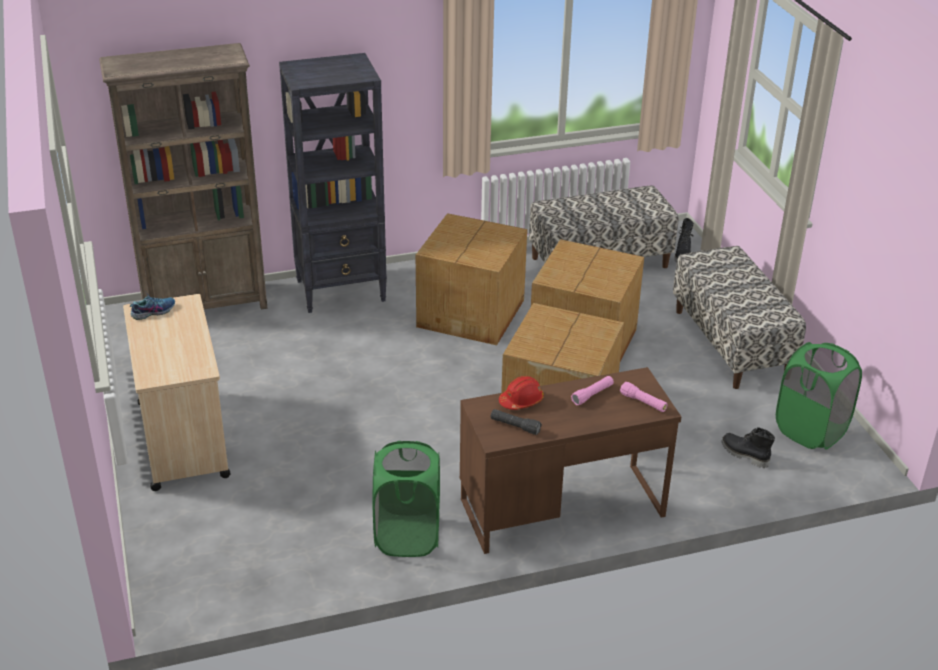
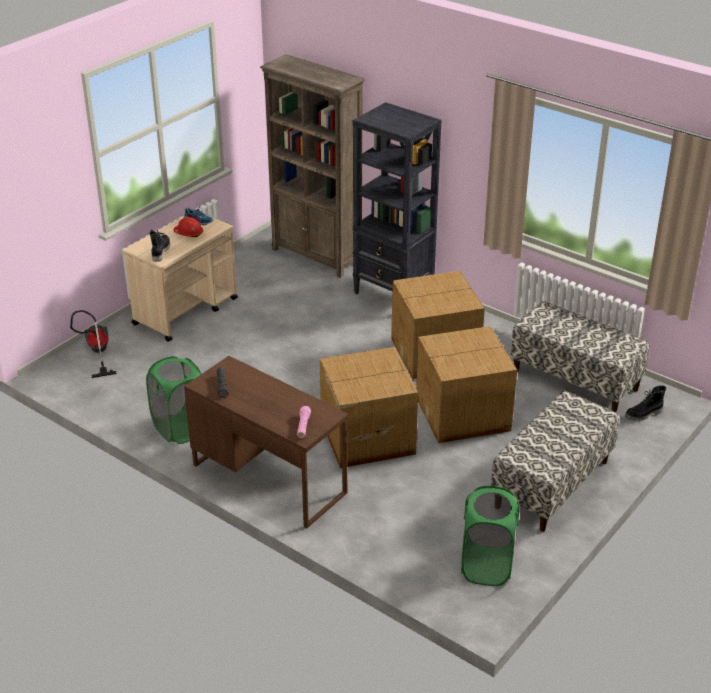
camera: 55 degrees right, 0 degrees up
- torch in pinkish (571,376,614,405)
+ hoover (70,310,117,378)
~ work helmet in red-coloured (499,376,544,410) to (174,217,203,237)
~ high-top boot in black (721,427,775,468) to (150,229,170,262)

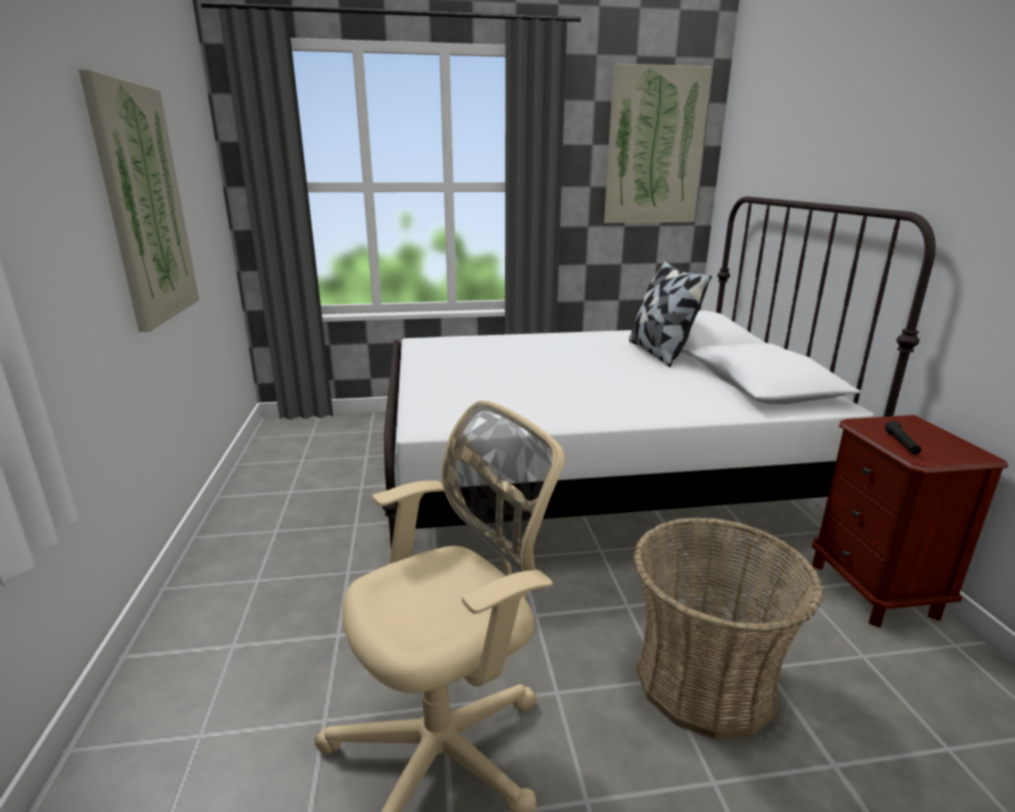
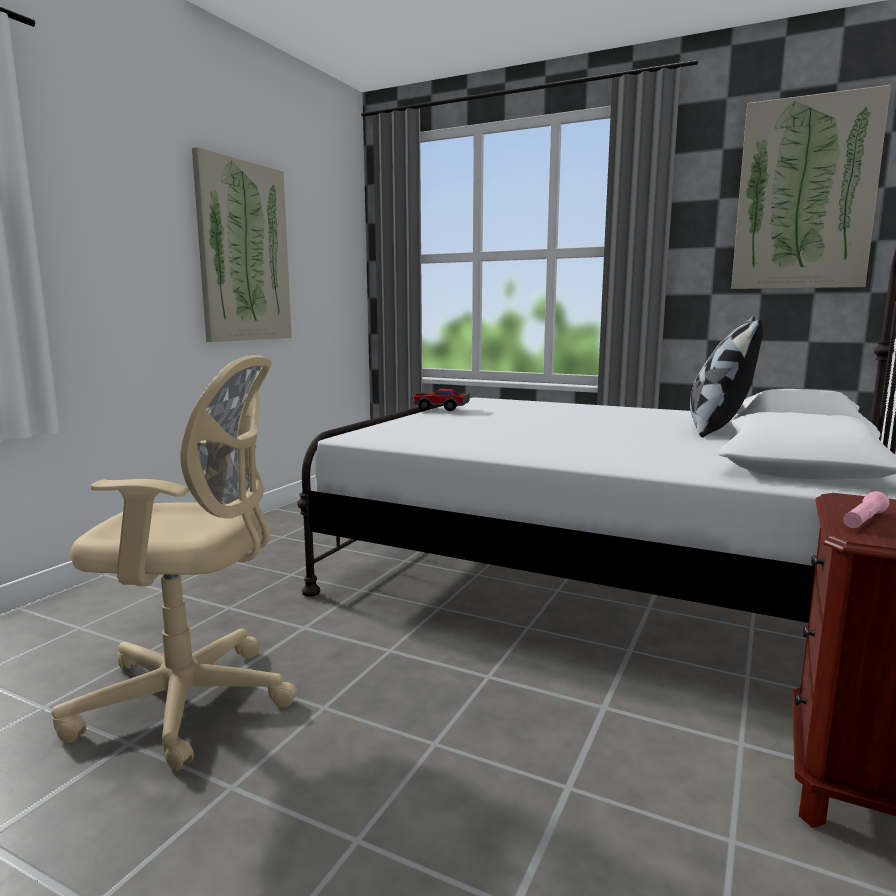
camera: 35 degrees right, 10 degrees down
- household basket (633,517,823,739)
+ model car (412,388,470,411)
~ torch in black (885,421,921,455) to torch in pinkish (843,491,890,528)

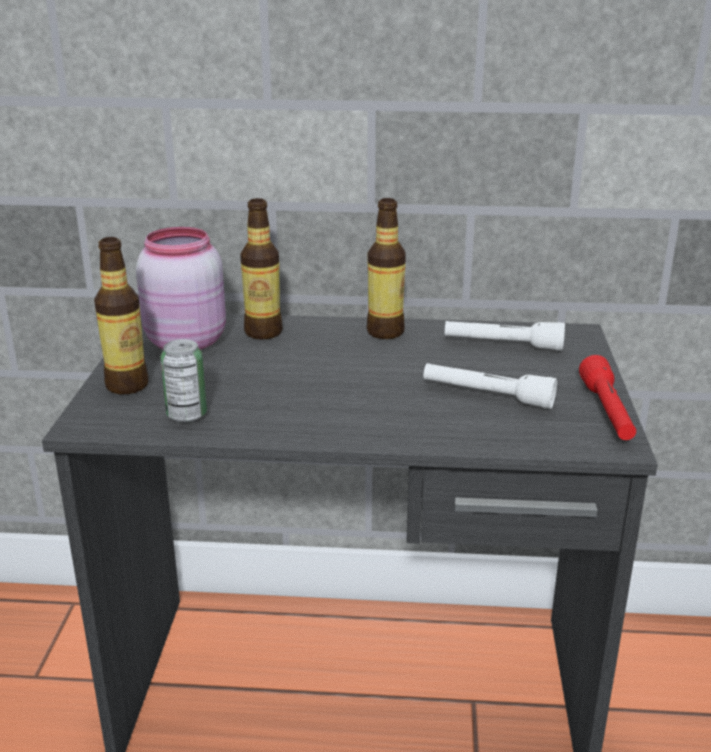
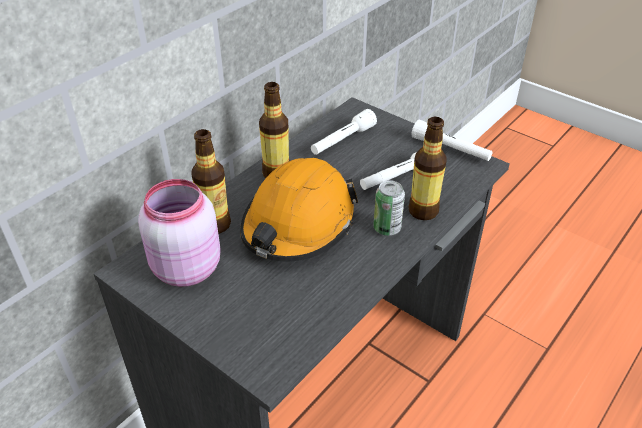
camera: 55 degrees left, 15 degrees up
+ work helmet in orangey (240,158,358,261)
~ beverage bottle (94,237,149,394) to (408,117,447,220)
~ sealed can (160,339,207,423) to (373,180,405,236)
~ torch in red-coloured (579,355,636,440) to torch in white (411,120,492,161)

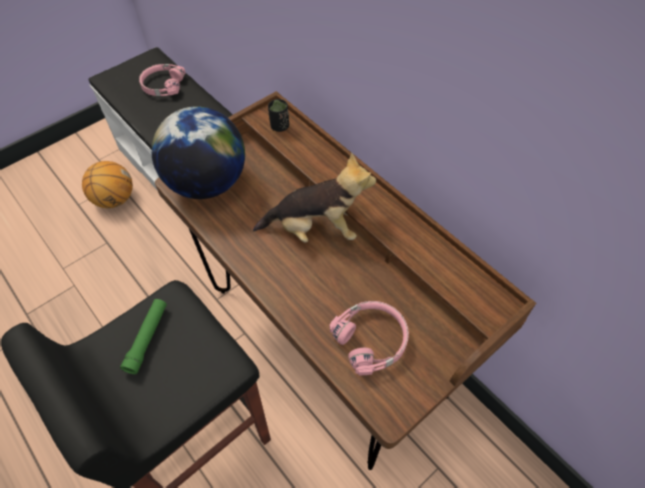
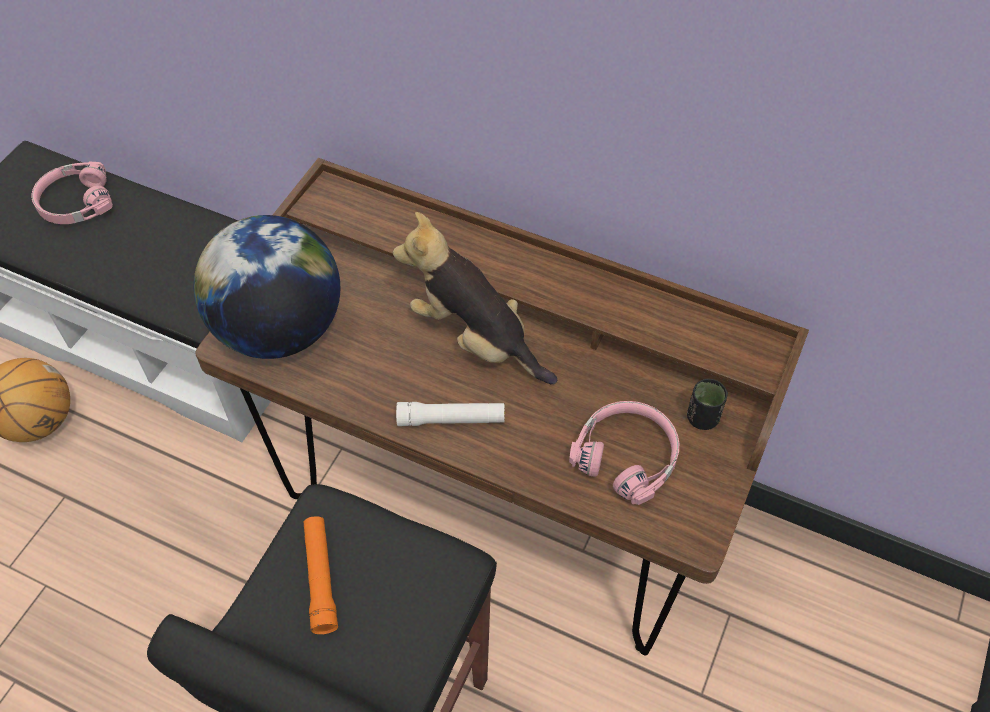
camera: 25 degrees left, 0 degrees up
+ torch in white (396,402,505,426)
~ small cup in black (268,99,289,132) to (687,379,728,430)
~ torch in green-coloured (120,299,167,374) to torch in orangey (304,516,338,635)
~ soft toy (253,153,376,242) = (393,212,557,384) 120 degrees counterclockwise

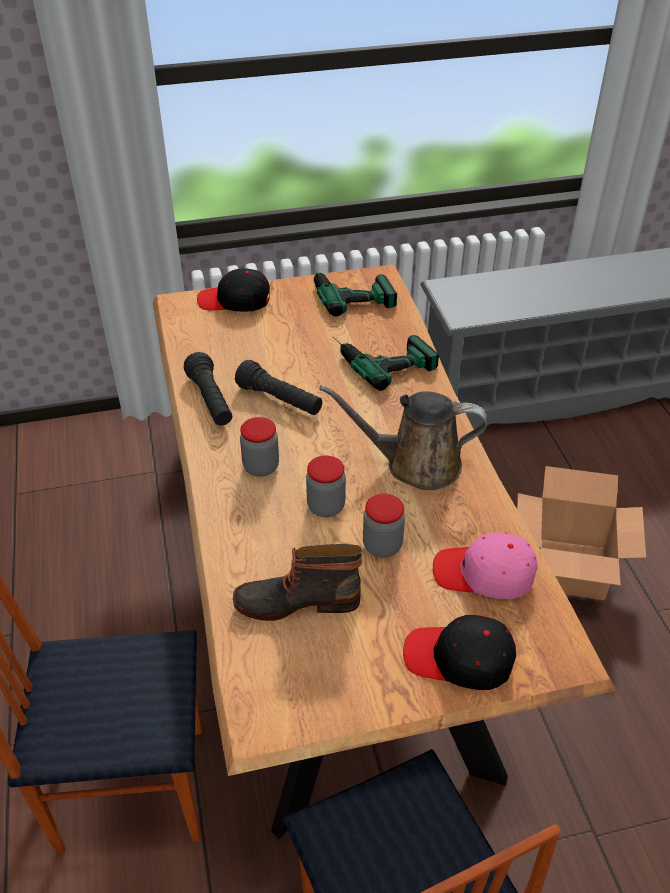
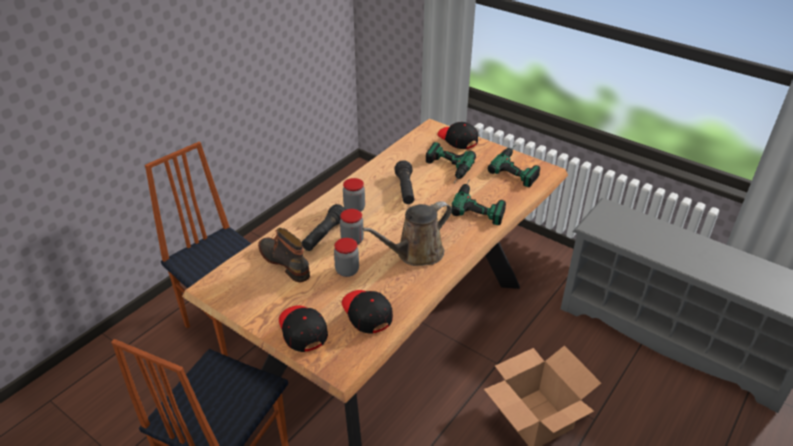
camera: 50 degrees right, 5 degrees down
+ power drill (426,142,476,183)
~ torch in black (184,352,232,426) to (302,204,346,251)
~ cap in pinkish (433,532,538,599) to cap in black (342,290,393,334)
~ sprinkling can in brown-coloured (319,385,487,490) = (362,201,452,266) 90 degrees counterclockwise

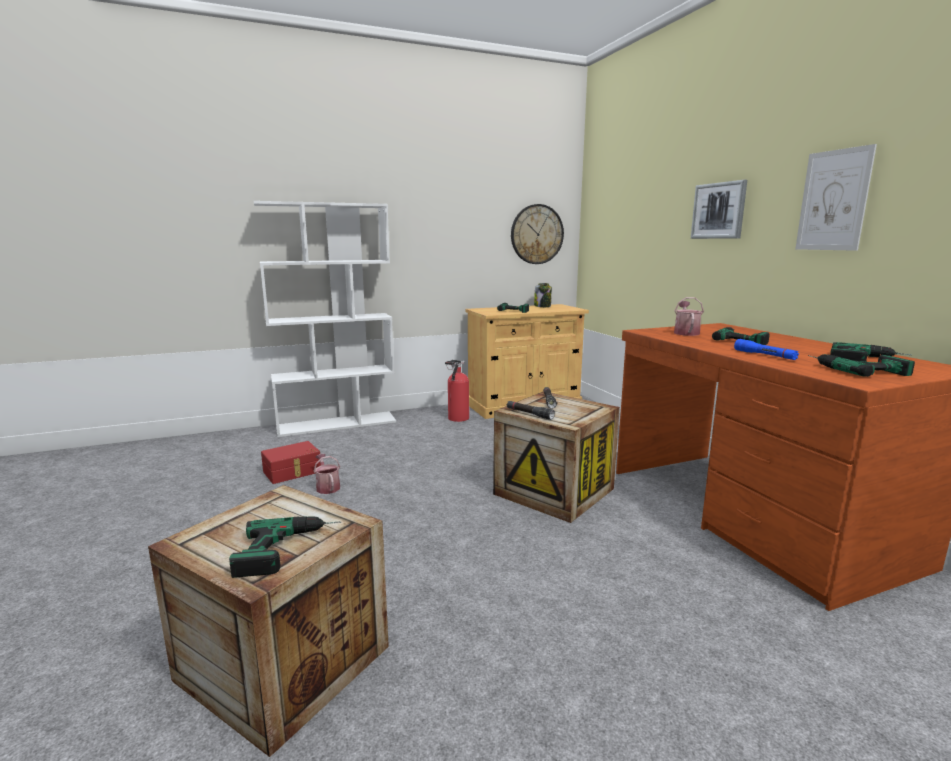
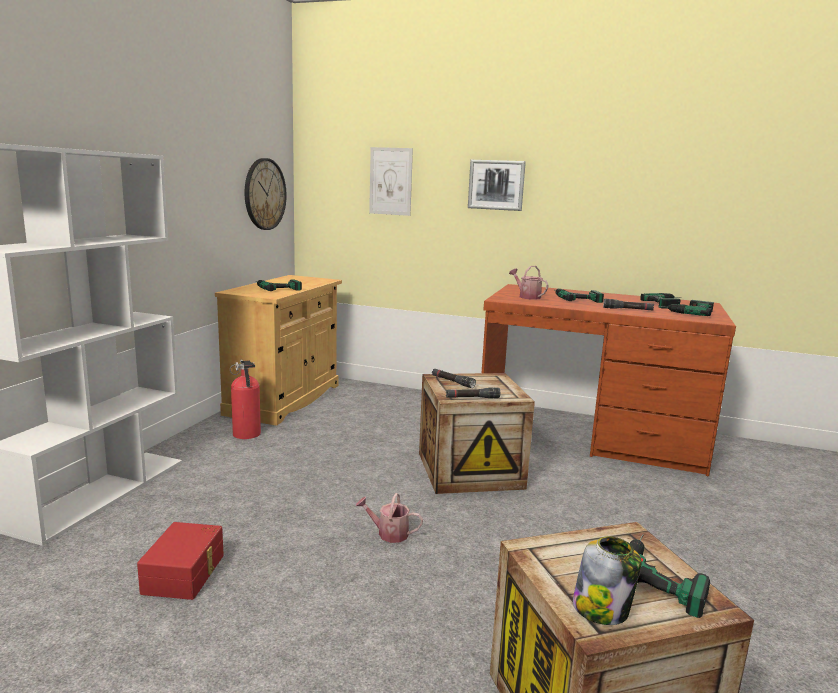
camera: 50 degrees left, 0 degrees up
~ sprinkling can (313,454,340,494) to (356,493,423,543)
~ storage jar (534,283,552,307) to (573,536,641,625)
~ wall picture (795,144,877,251) to (369,147,413,216)
~ torch in blue (734,339,799,360) to torch in black (603,299,654,311)

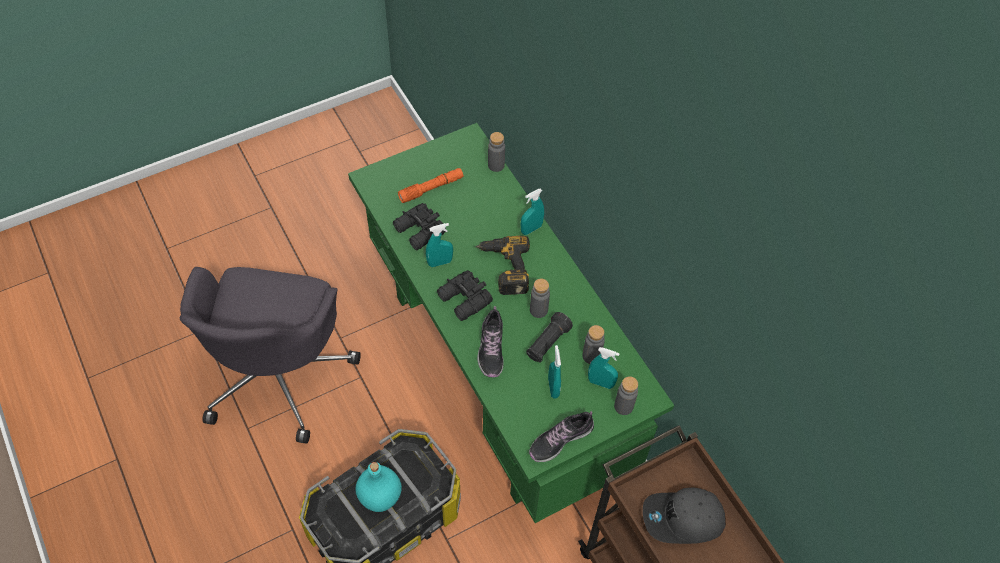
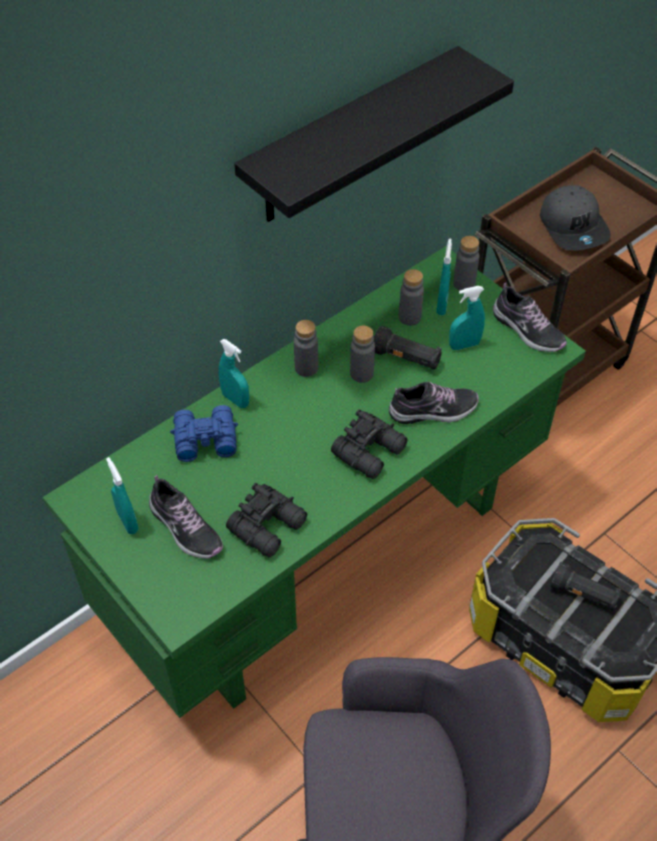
camera: 100 degrees left, 5 degrees down
- power drill (476,235,530,295)
+ field glasses in blue (170,405,238,462)
+ shelf in black (234,46,514,222)
~ spray bottle in blue-green (426,223,453,267) to (106,457,139,534)
~ beverage bottle in greyish (488,132,505,172) to (294,320,318,377)
~ beverage bottle in blue-green (356,462,402,512) to torch in black (550,562,621,611)
~ torch in orangey (398,168,463,203) to shoe (149,475,223,559)

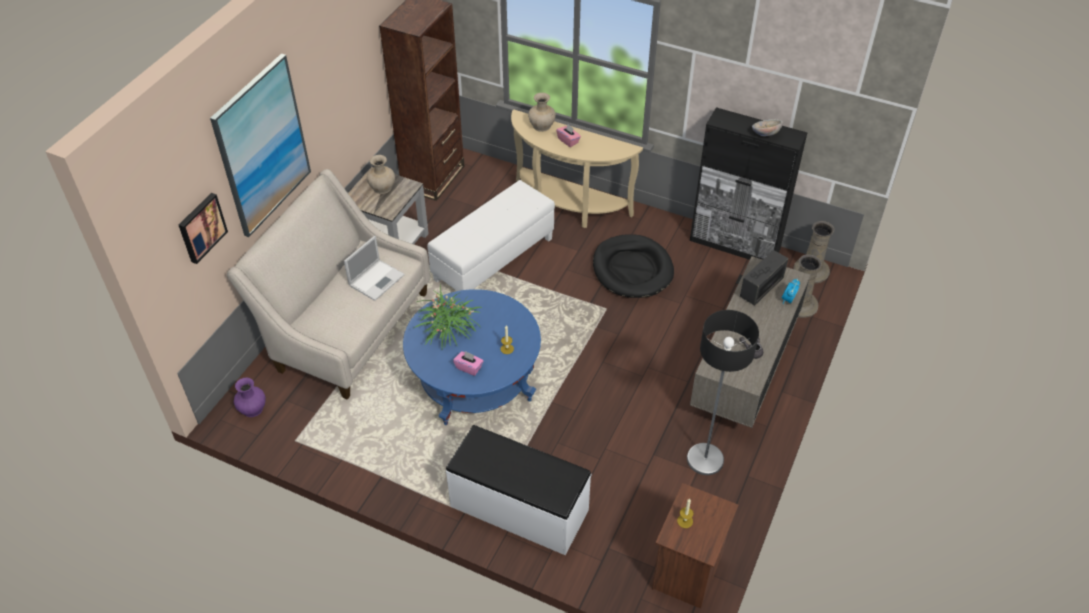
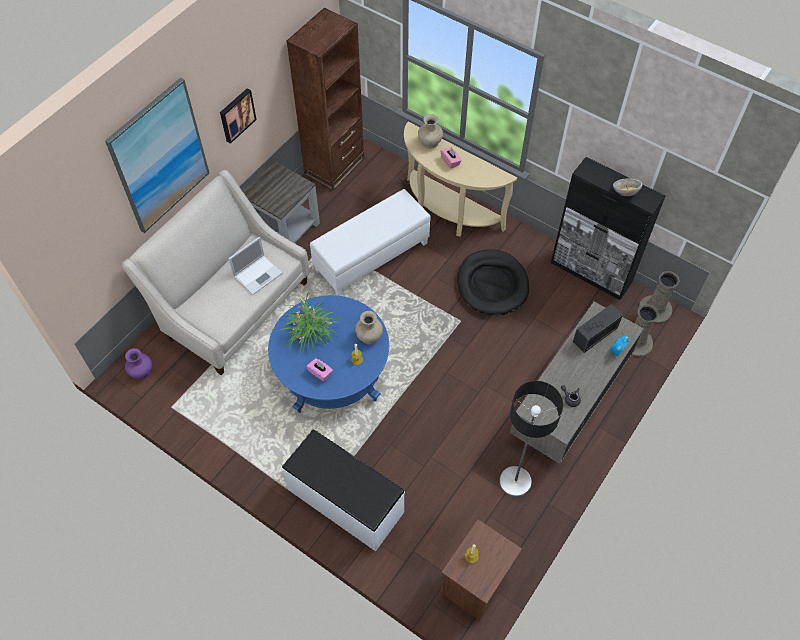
camera: 10 degrees right, 10 degrees up
~ wall picture (179,193,228,264) to (220,88,257,144)
~ decorative vase in sand-coloured (367,155,395,194) to (355,311,383,344)

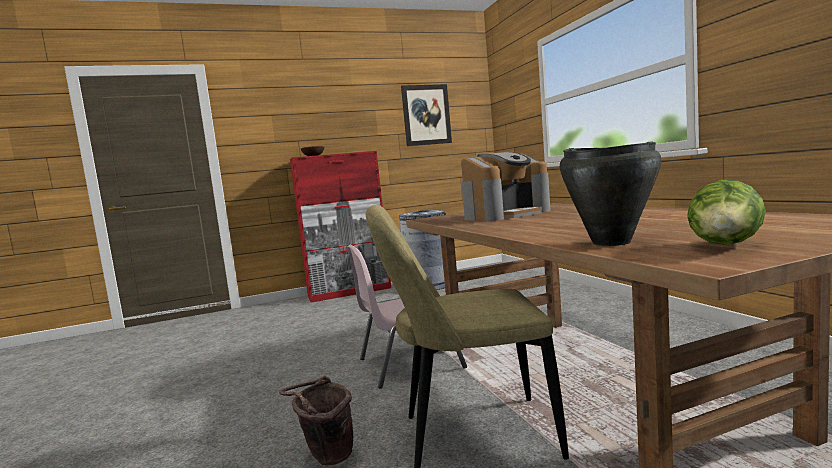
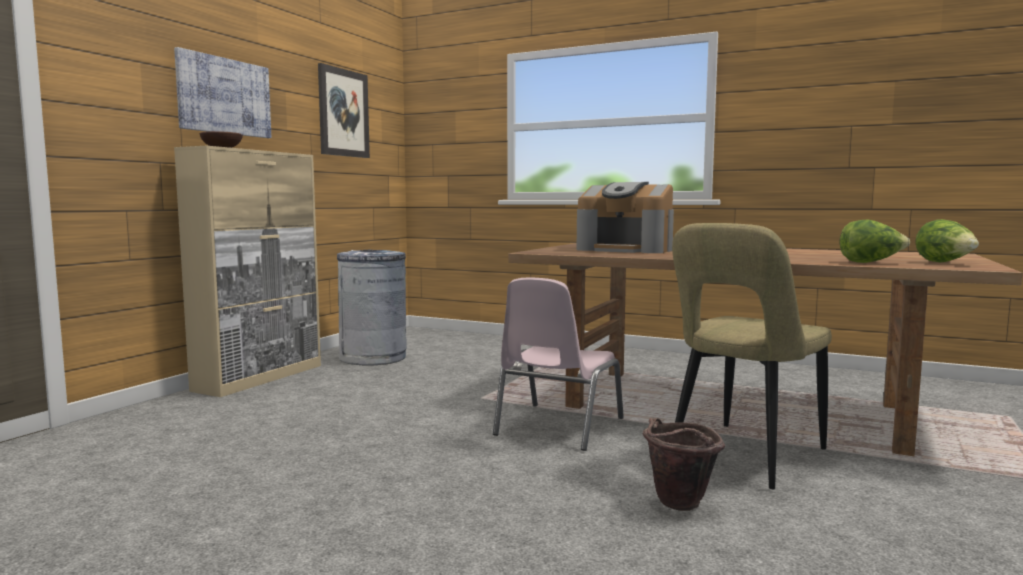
camera: 45 degrees left, 0 degrees up
+ wall picture (174,47,271,138)
~ cooking pot in black (560,142,661,246) to lettuce head (840,219,910,263)
~ cabinet in red-coloured (290,151,391,303) to cabinet in sand-coloured (174,146,321,397)
~ coffee brewer (461,152,550,221) = (577,182,674,253) 105 degrees clockwise

